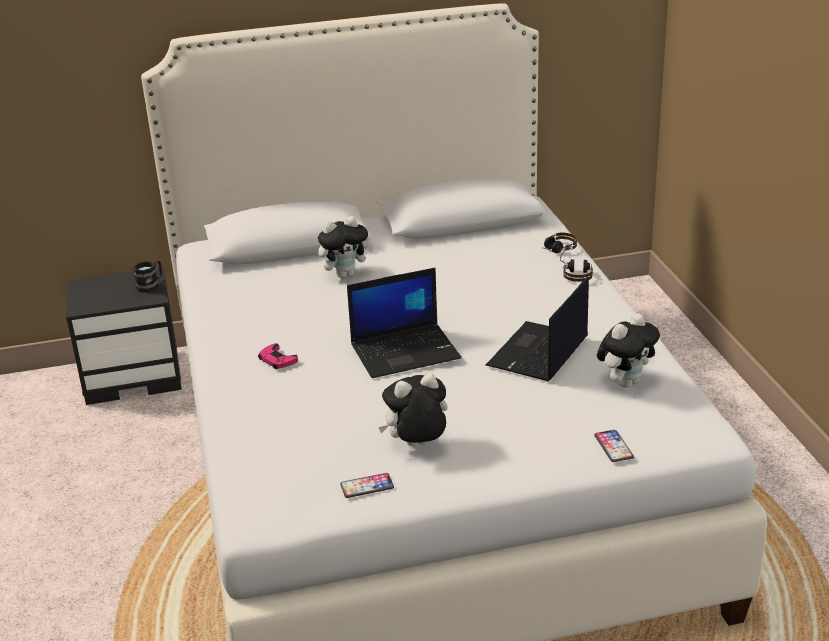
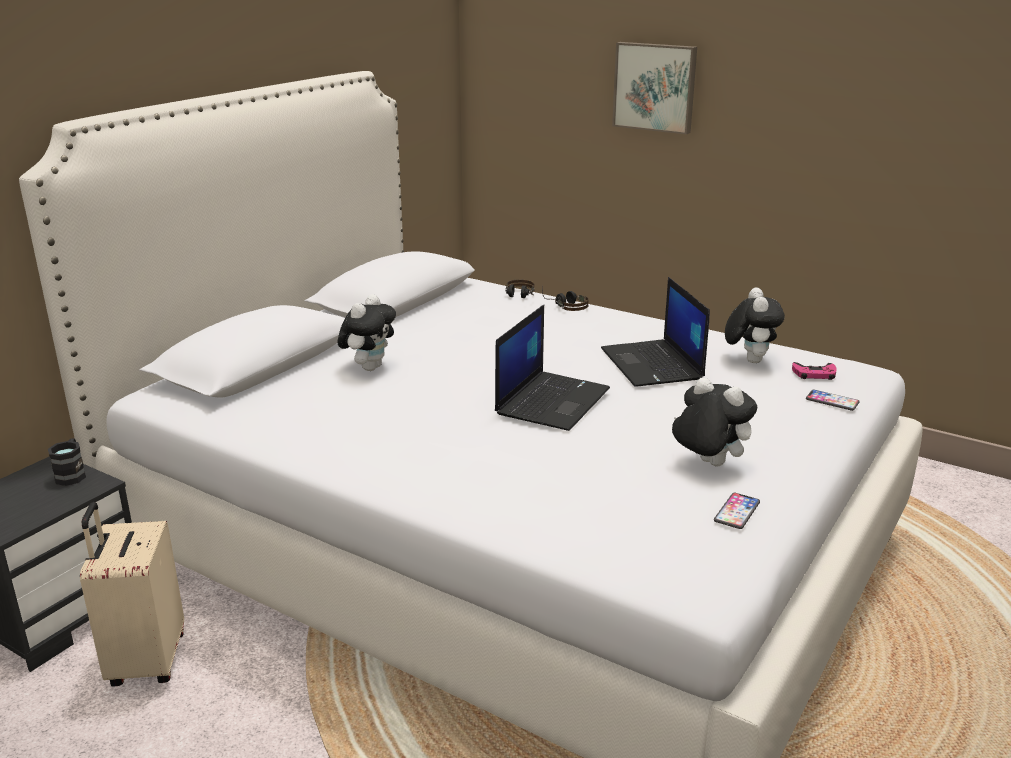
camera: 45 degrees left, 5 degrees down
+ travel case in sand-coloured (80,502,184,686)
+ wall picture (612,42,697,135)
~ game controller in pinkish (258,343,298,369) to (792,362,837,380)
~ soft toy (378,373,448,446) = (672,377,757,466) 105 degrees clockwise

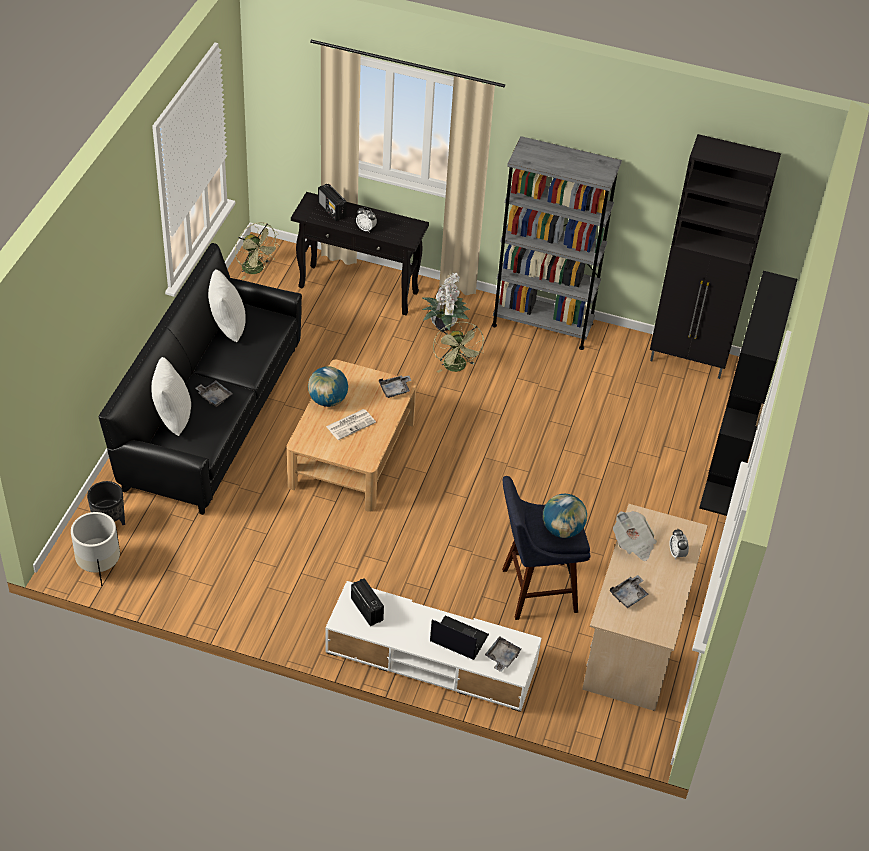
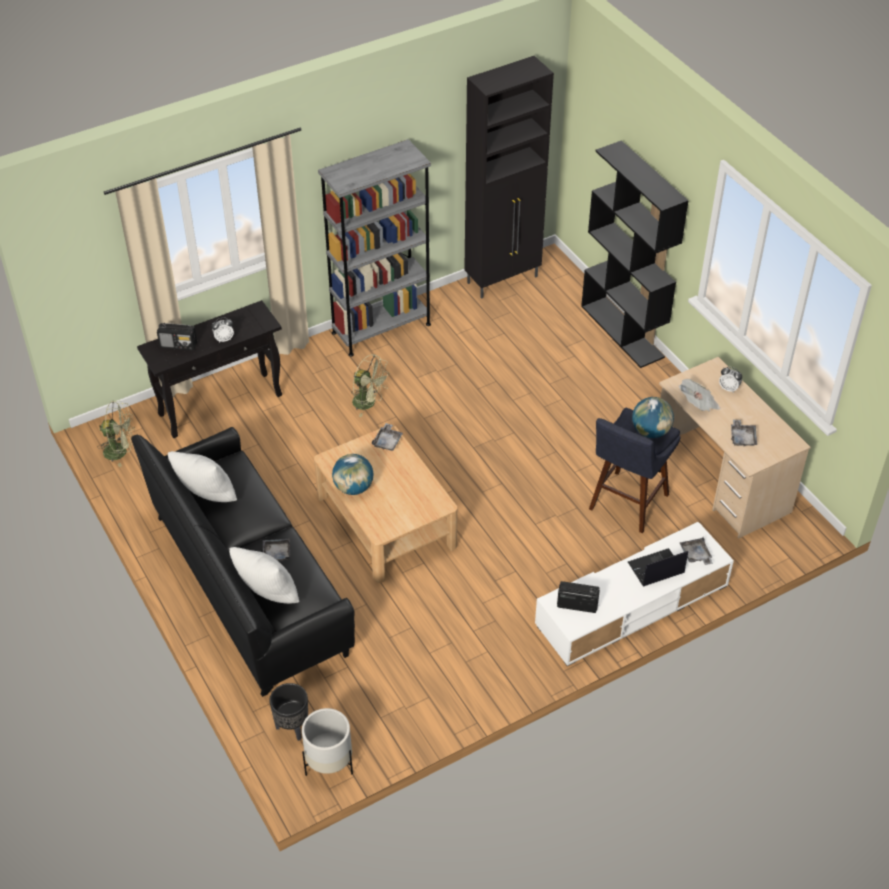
camera: 45 degrees left, 0 degrees up
- daily paper (326,409,376,440)
- potted plant (422,272,470,331)

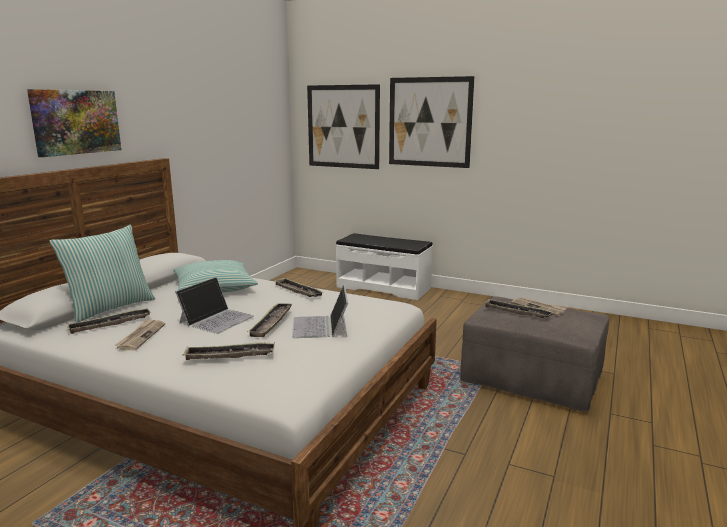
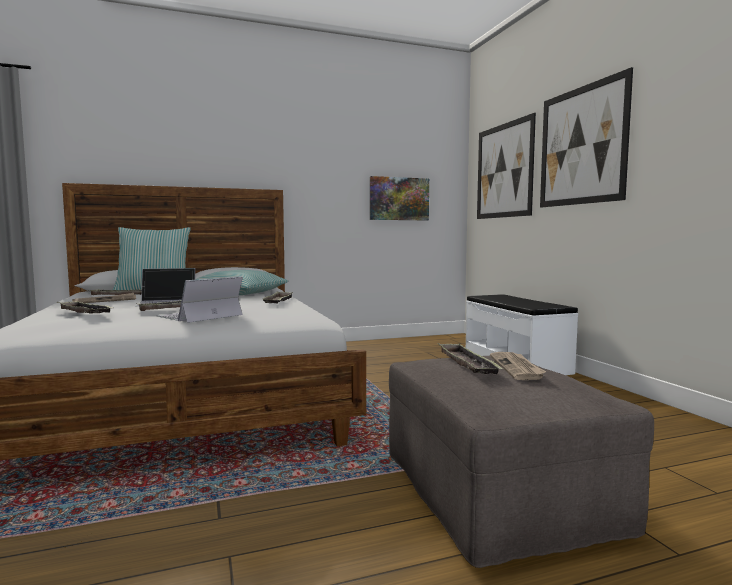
camera: 45 degrees right, 10 degrees down
~ wall picture (27,89,121,157) to (370,176,429,220)

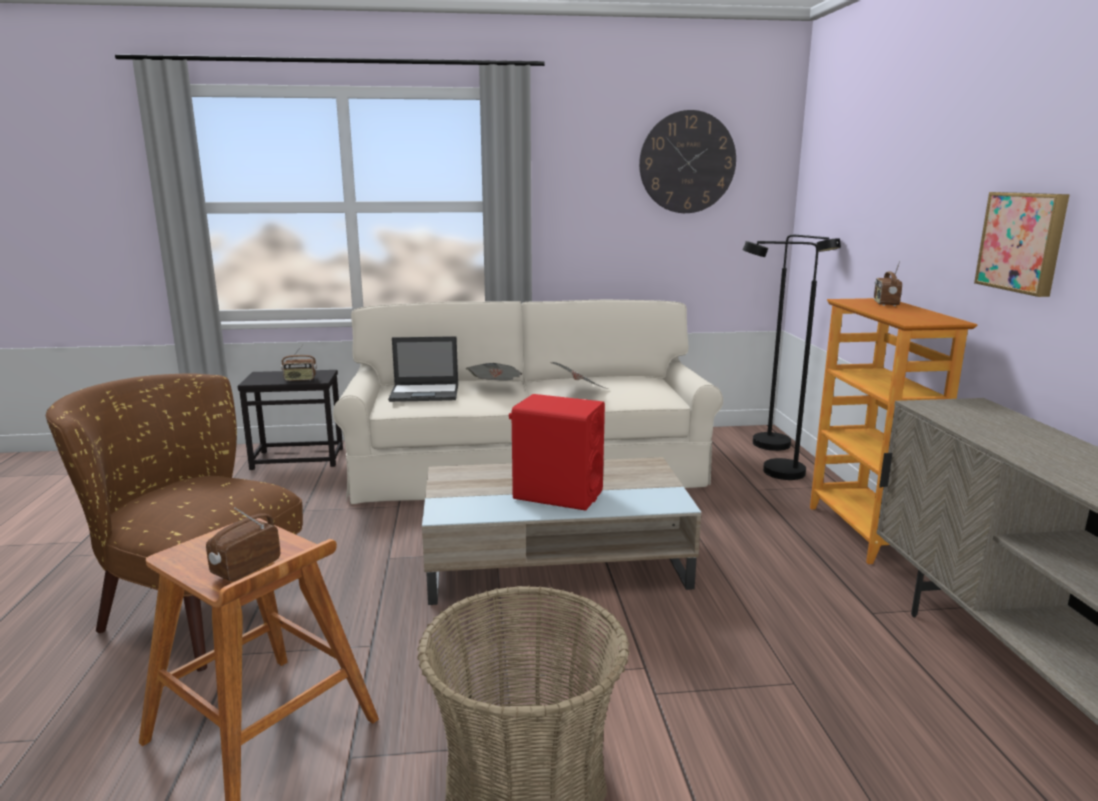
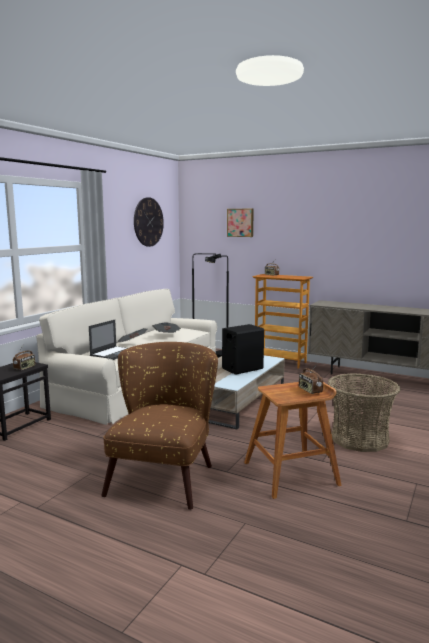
camera: 55 degrees left, 5 degrees down
~ wall picture (974,192,1070,297) to (227,209,254,237)
~ loudspeaker in red-coloured (509,394,605,511) to loudspeaker in black (222,324,264,375)
~ armchair in brown-coloured (46,373,303,672) = (101,342,218,510) 135 degrees clockwise

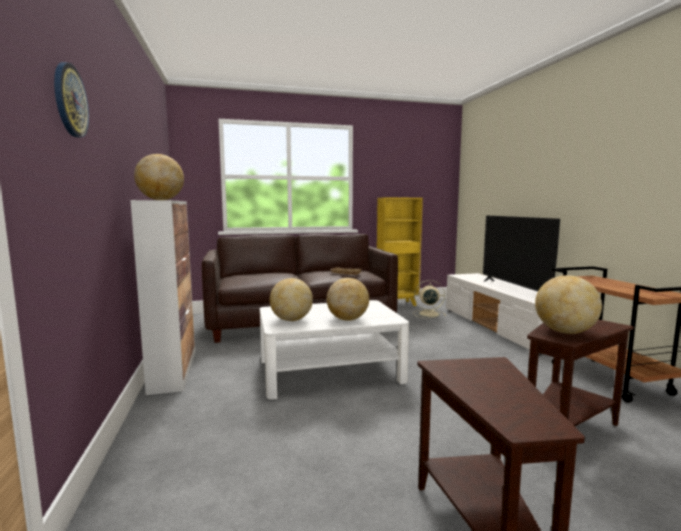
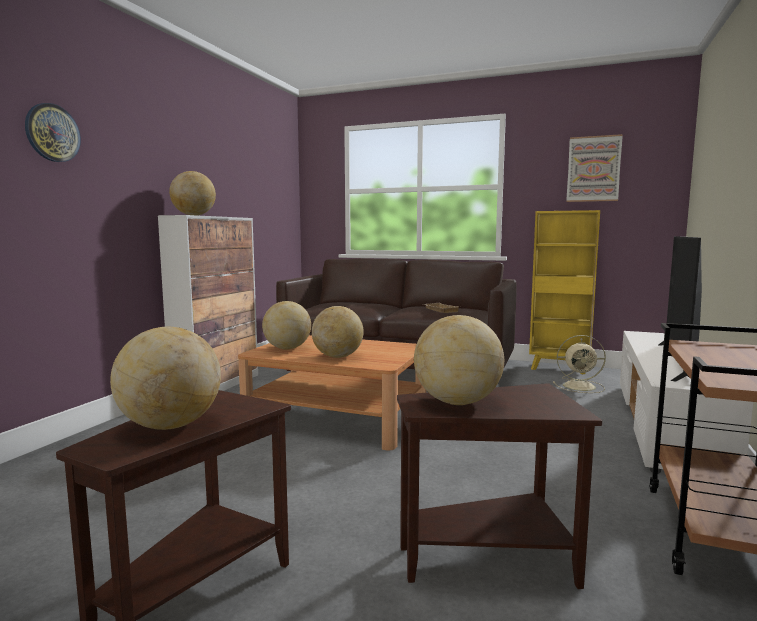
camera: 35 degrees right, 0 degrees up
+ world globe (110,327,221,430)
+ wall picture (566,134,623,202)
~ coffee table in white (260,300,409,399) to coffee table in brown-coloured (238,335,426,450)
~ cooling fan in sand-coloured (413,280,446,318) = (553,335,606,393) 150 degrees clockwise

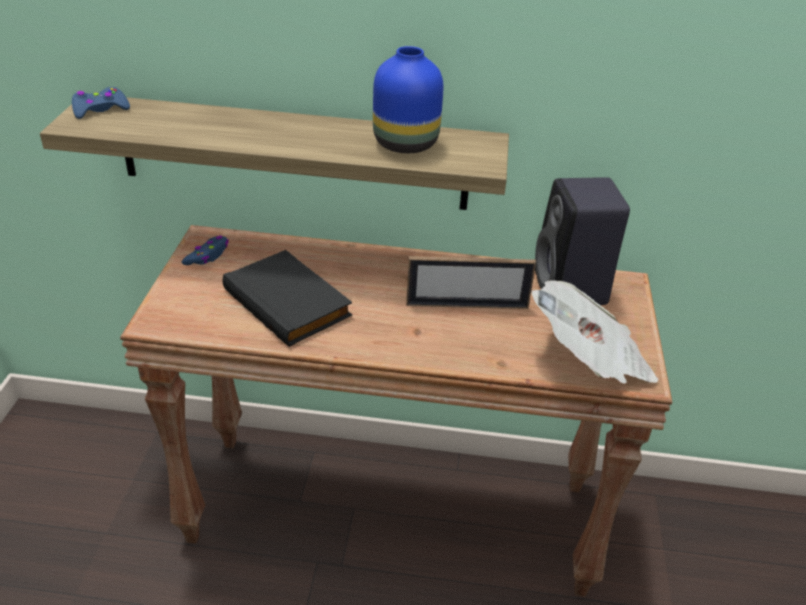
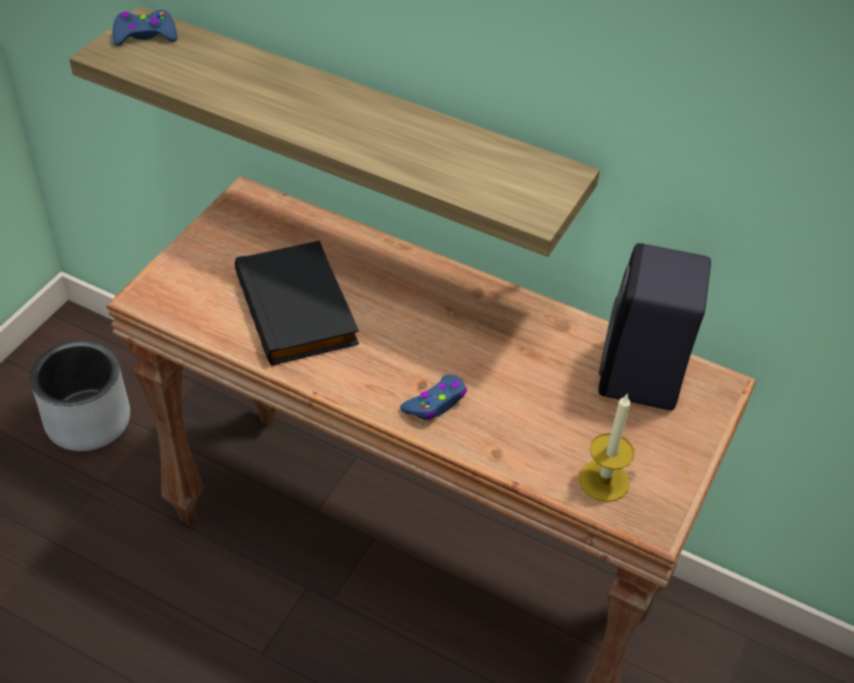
camera: 20 degrees right, 10 degrees up
- decorative vase in blue (373,46,443,153)
- photo frame (406,256,536,309)
+ planter in greyish (30,340,130,451)
~ game controller in blue (182,236,229,265) to (400,375,467,420)
~ daily paper (531,280,658,384) to wax candle (579,393,634,502)

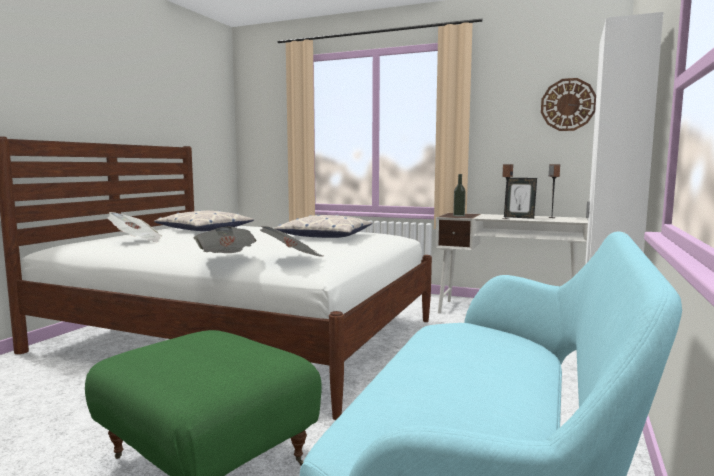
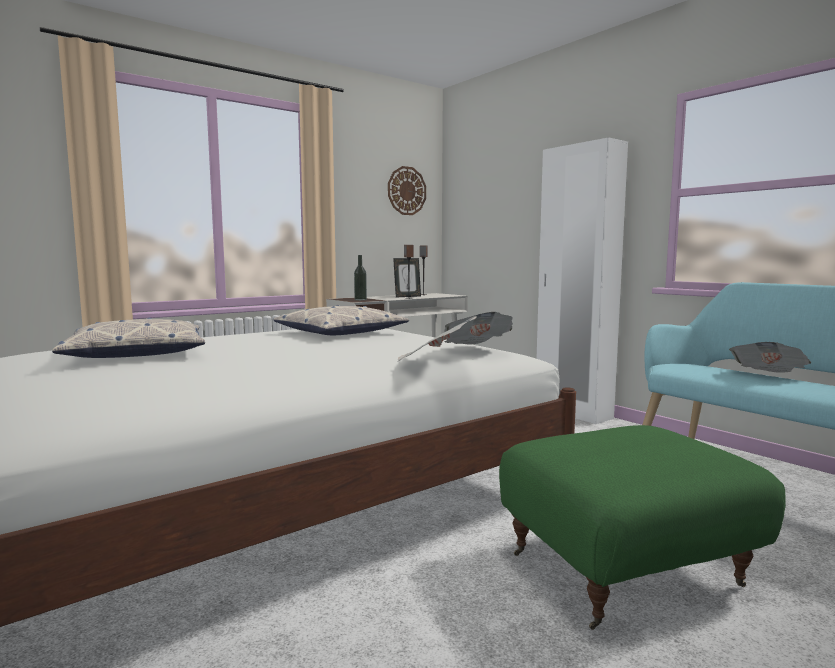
camera: 60 degrees left, 0 degrees up
~ daily paper (107,212,162,242) to (729,342,811,373)

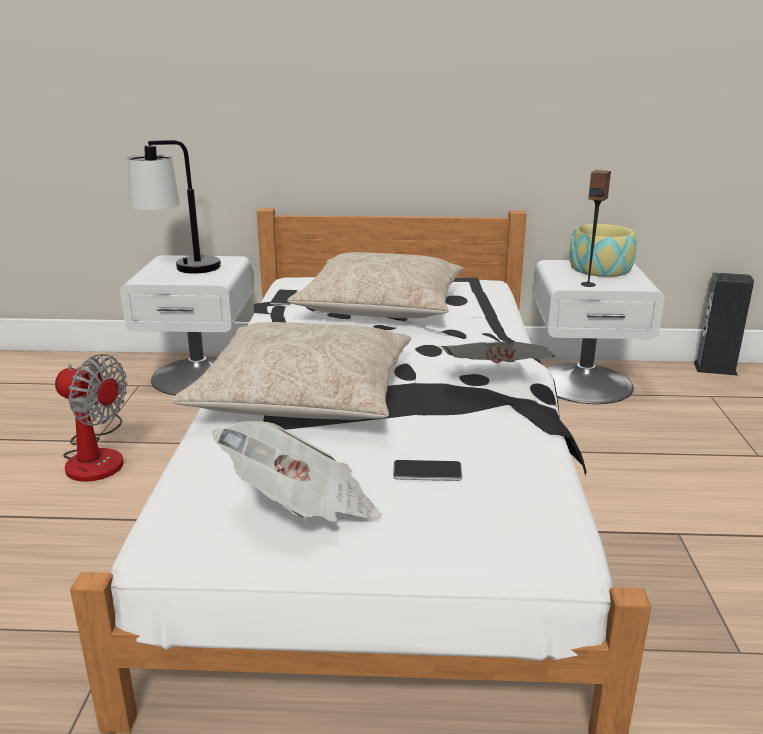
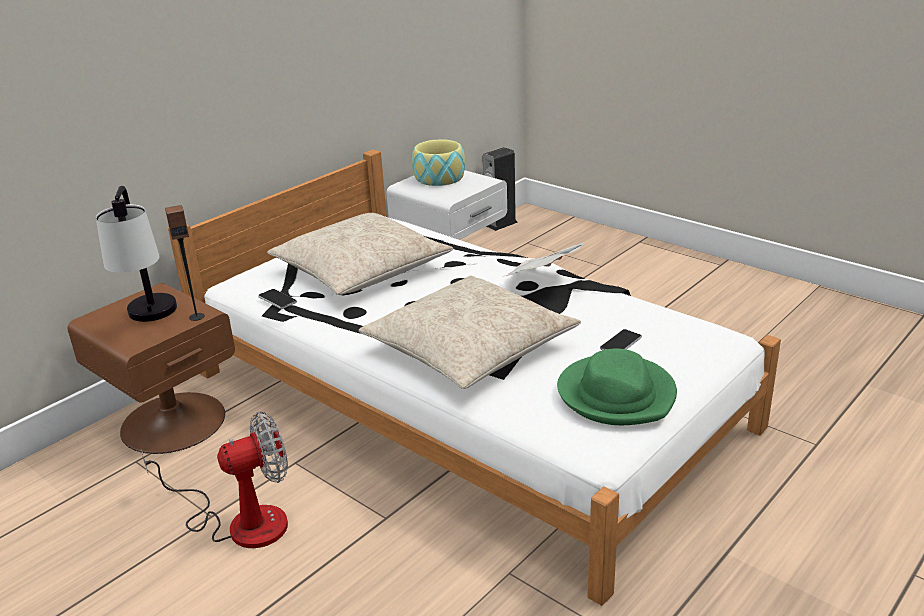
camera: 50 degrees left, 5 degrees up
~ loudspeaker (581,170,611,287) to (165,205,205,321)
~ daily paper (212,421,382,522) to clothing hat in green-coloured (557,348,677,425)
~ bedside table in white (120,255,252,395) to bedside table in brown-coloured (68,283,235,454)

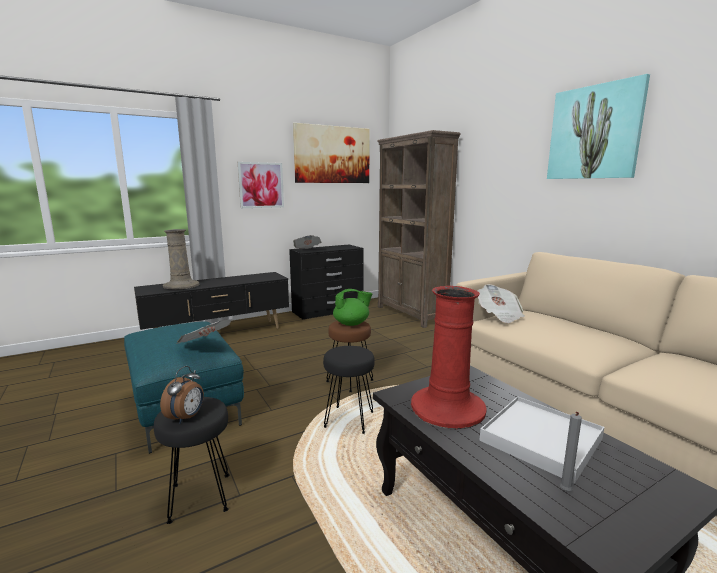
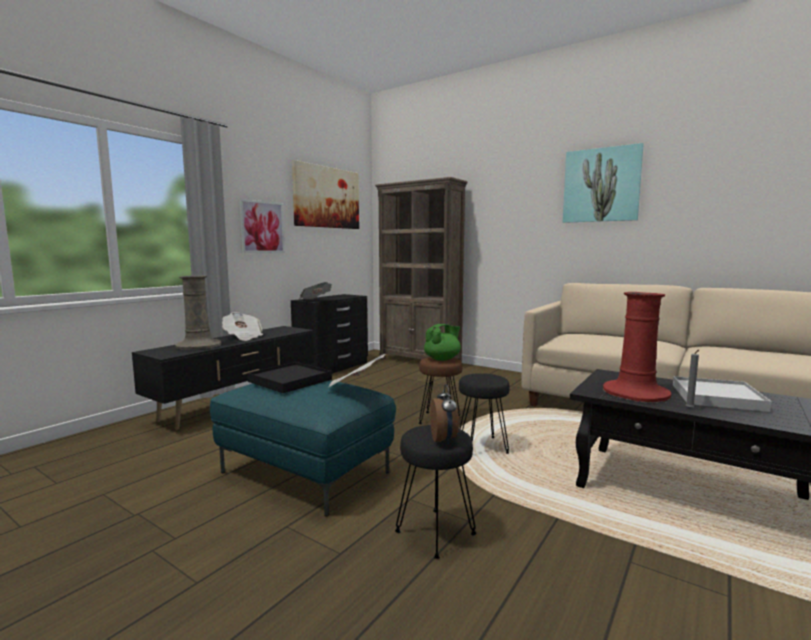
camera: 25 degrees left, 5 degrees down
+ carrying tray in black (247,362,332,393)
~ daily paper (478,284,525,323) to (222,312,263,341)
~ wax candle in greyish (560,411,582,491) to (686,350,699,409)

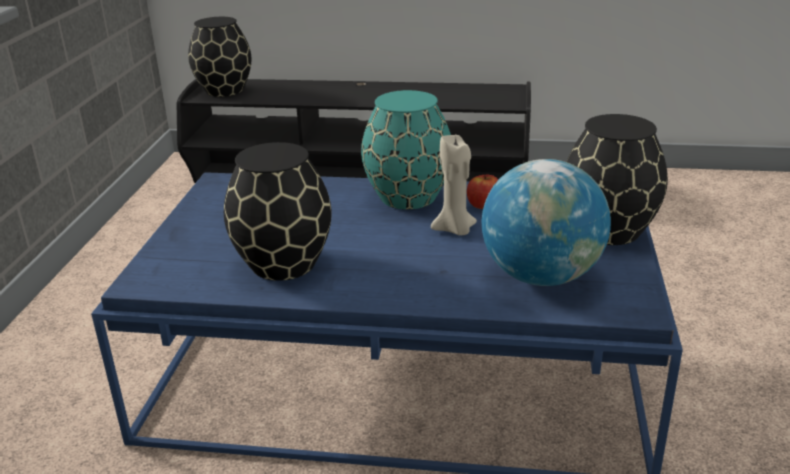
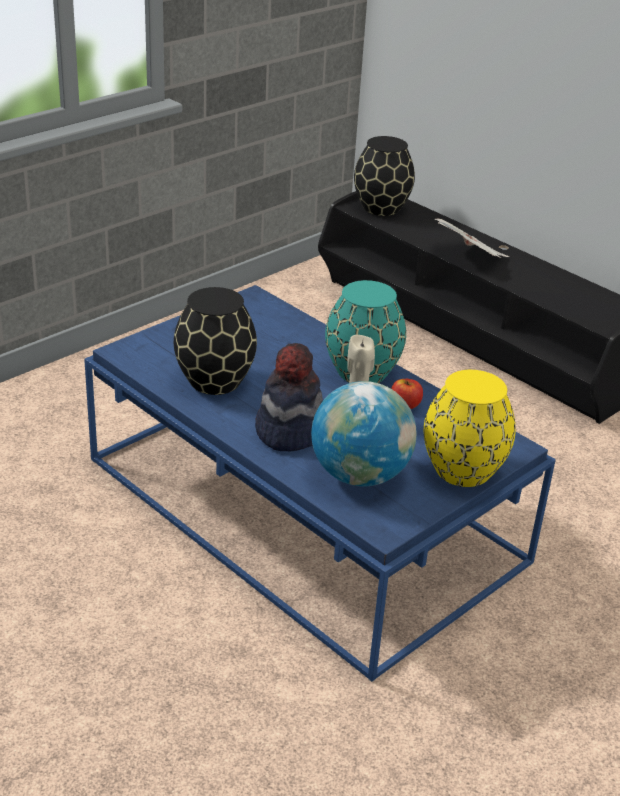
camera: 35 degrees right, 5 degrees up
+ clothing hat (255,343,323,451)
+ daily paper (434,219,509,258)
~ decorative vase in black (567,114,668,245) to decorative vase in yellowish (424,370,516,487)

